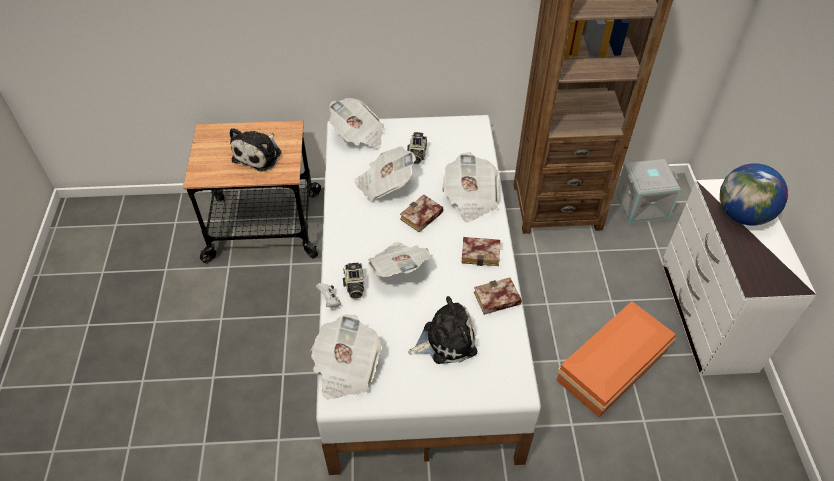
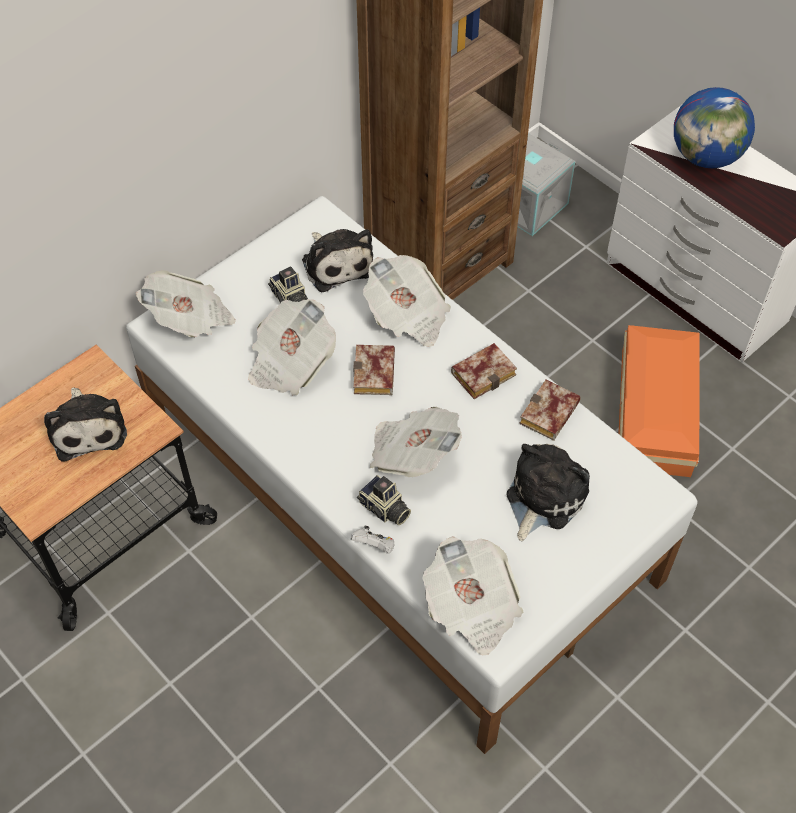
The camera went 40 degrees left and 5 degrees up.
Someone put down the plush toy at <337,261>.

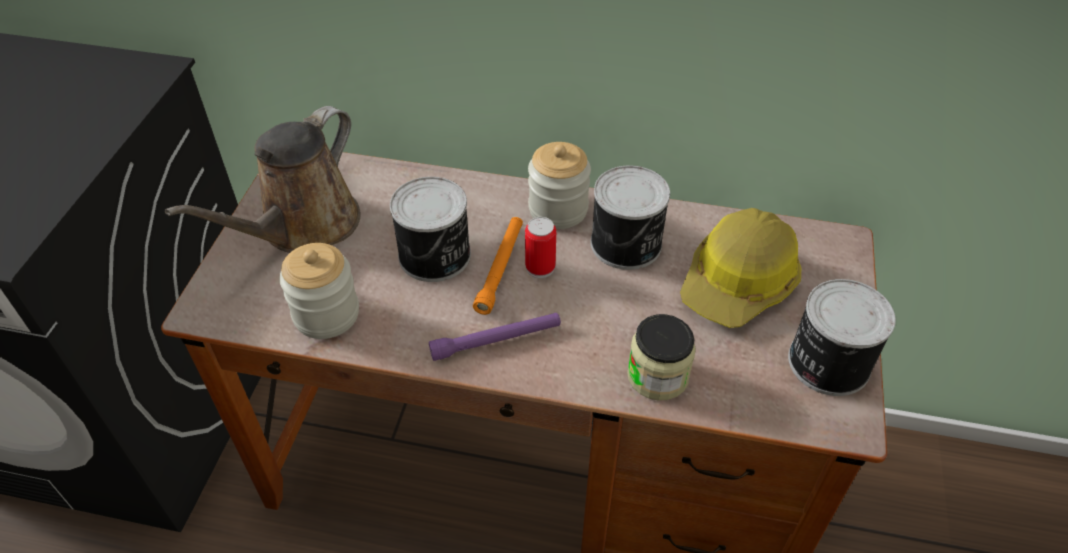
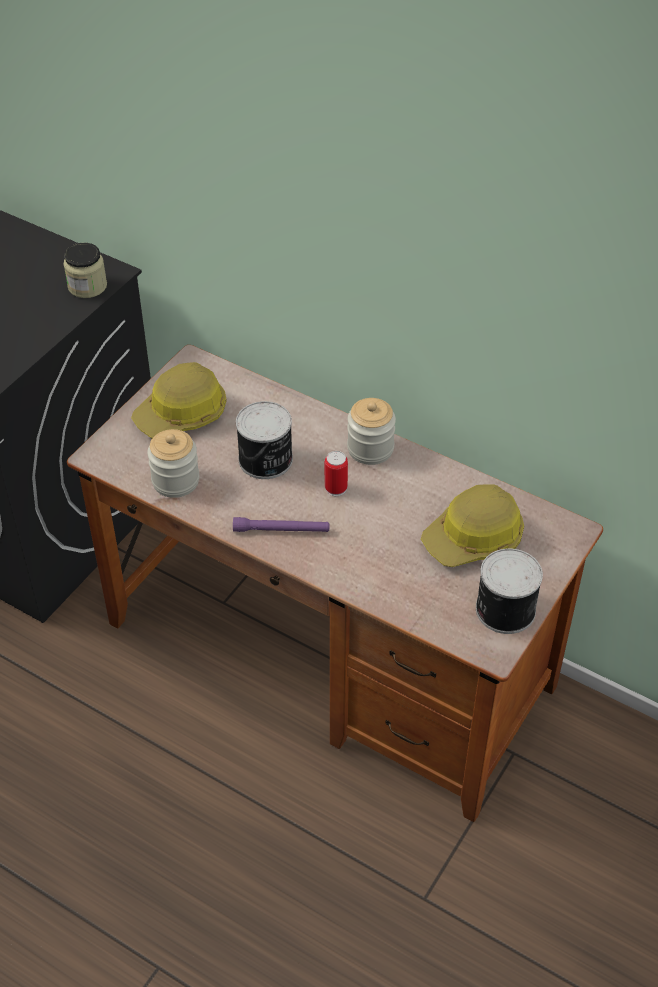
The camera went 20 degrees right and 0 degrees up.
Someone swapped the brown watering can at <263,179> for the hard hat at <179,400>.
Someone took away the can at <630,218>.
Someone took away the orange flashlight at <498,266>.
Someone carried the jar from <661,357> to <85,270>.

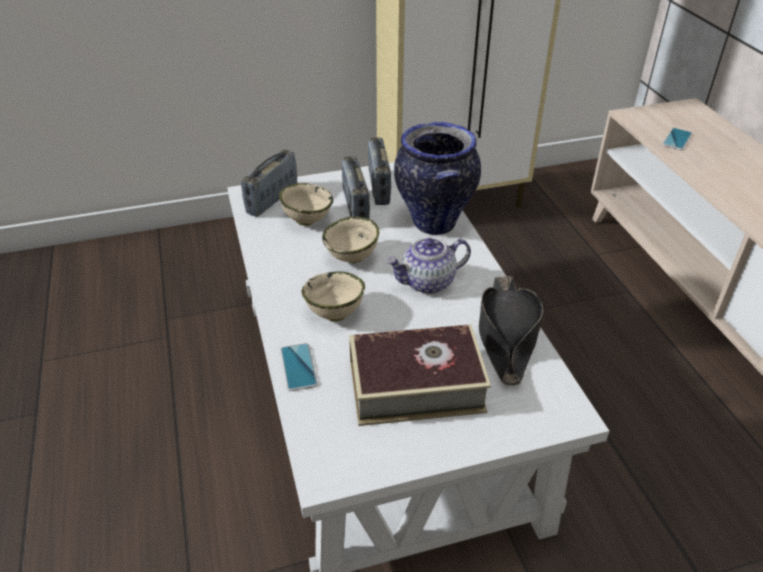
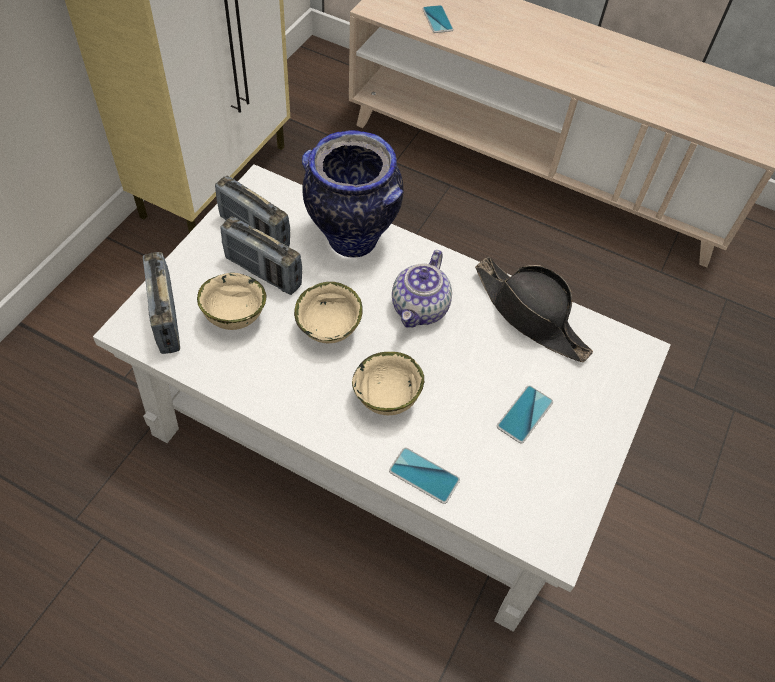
The camera went 50 degrees left and 15 degrees up.
Someone swapped the book at <420,375> for the phone at <525,414>.

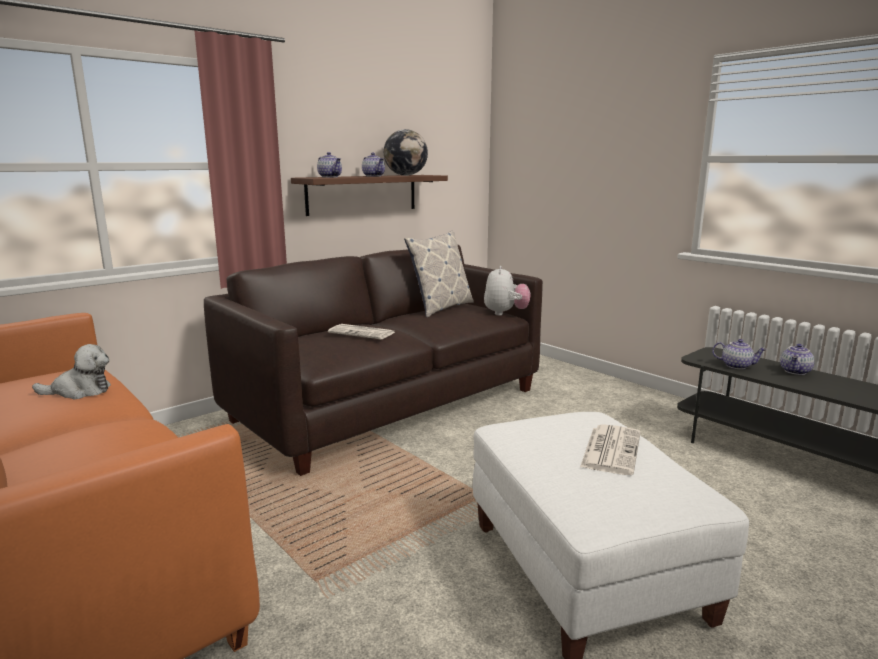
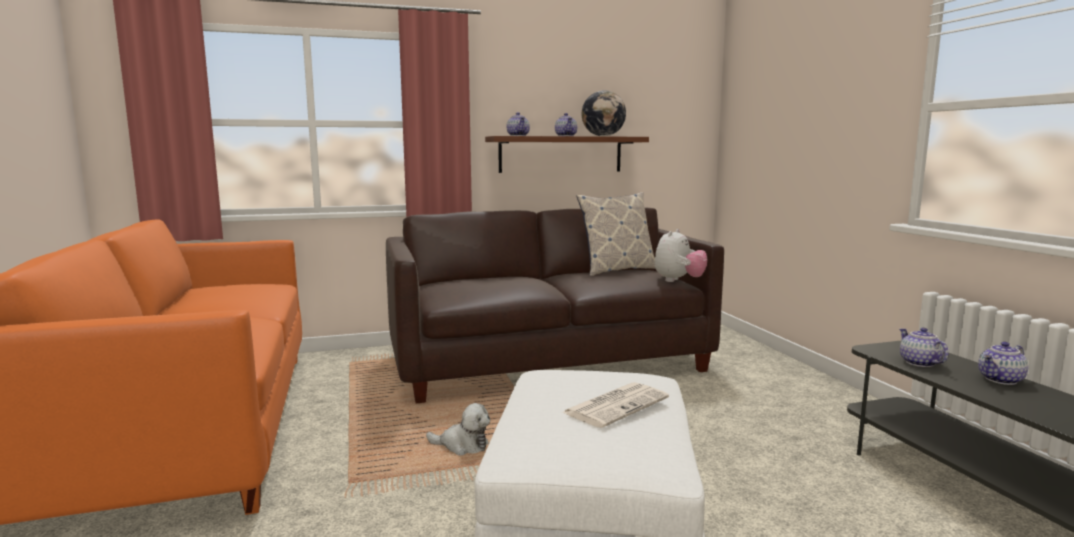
The camera went 25 degrees right and 5 degrees down.
Someone took away the newspaper at <361,331>.
Someone rotated the teapot at <739,354> by 150 degrees counterclockwise.
Someone carried the plush toy from <71,372> to <458,429>.

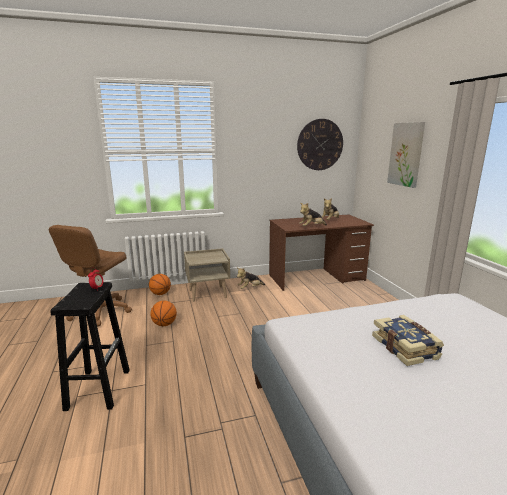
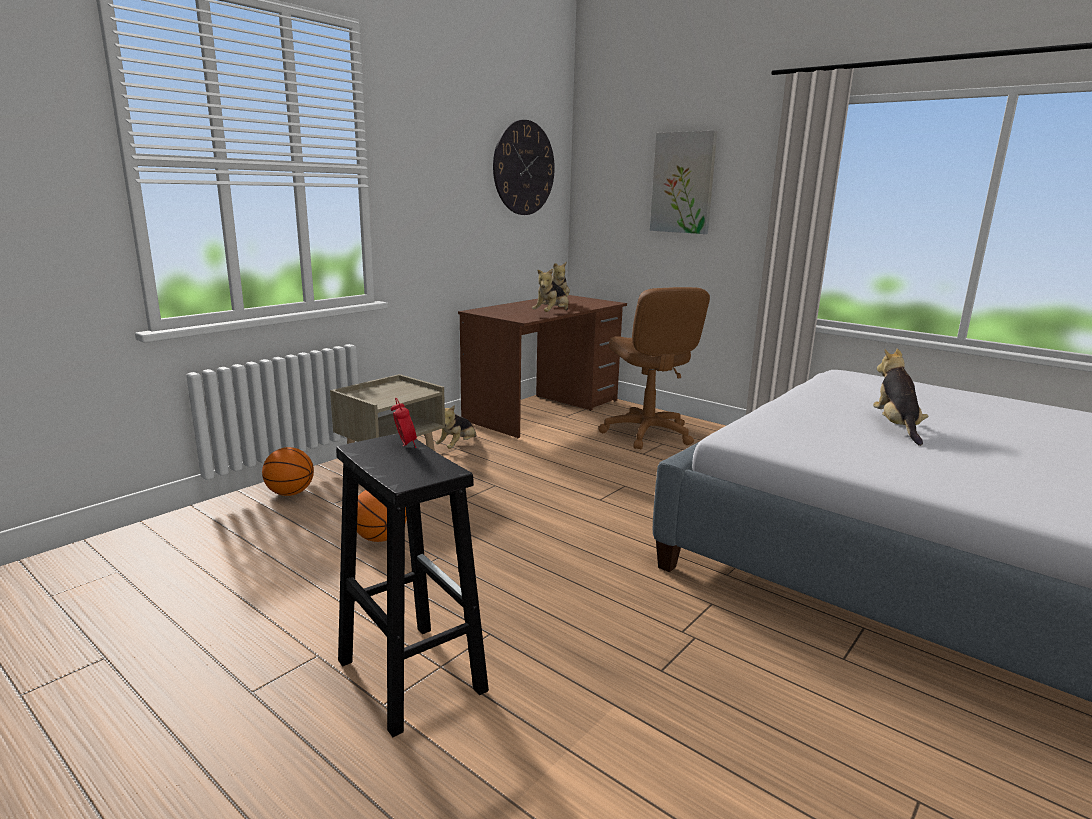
The camera went 35 degrees left and 0 degrees up.
Someone carried the brown office chair from <90,275> to <654,368>.
Someone swapped the book at <408,340> for the plush toy at <900,397>.

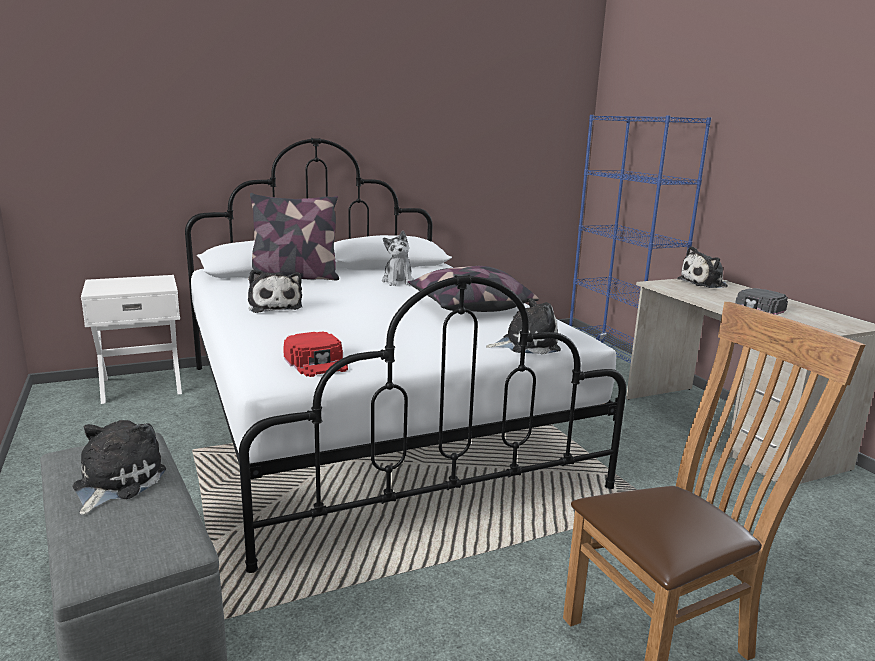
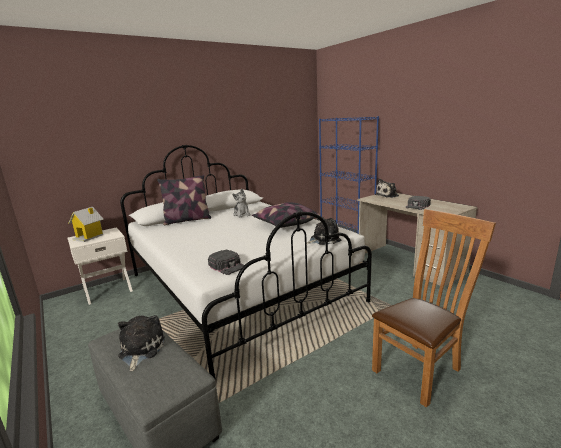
The camera went 10 degrees left and 0 degrees up.
Someone took away the plush toy at <275,291>.
Someone repainted the red cap at <315,354>, which became the black cap at <226,262>.
Someone put down the toy house at <86,224>.

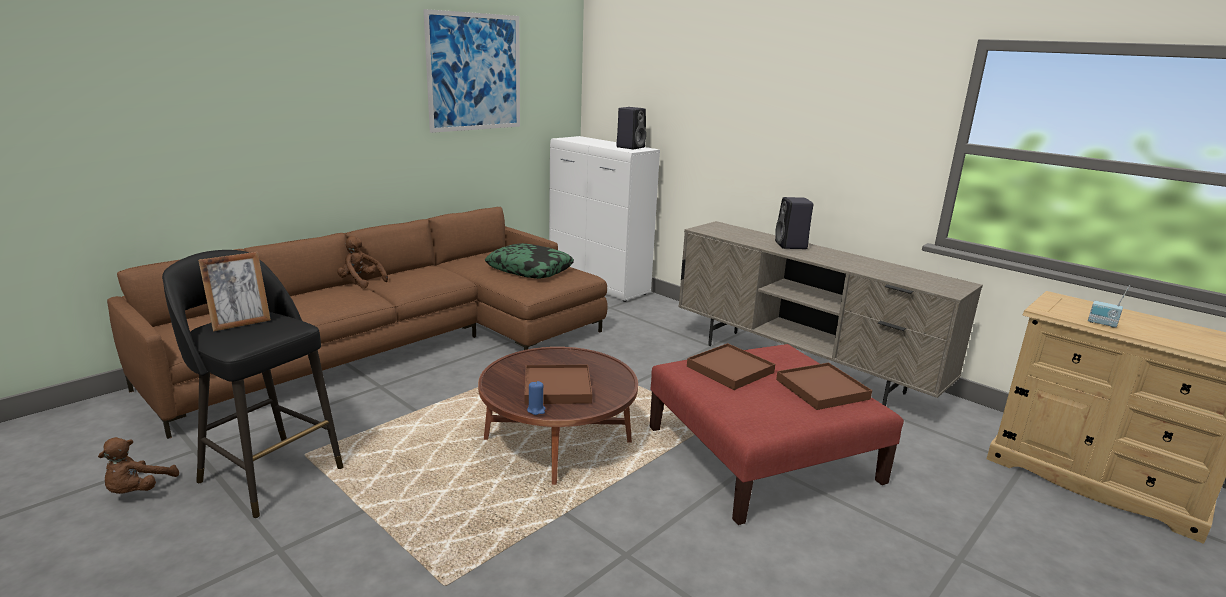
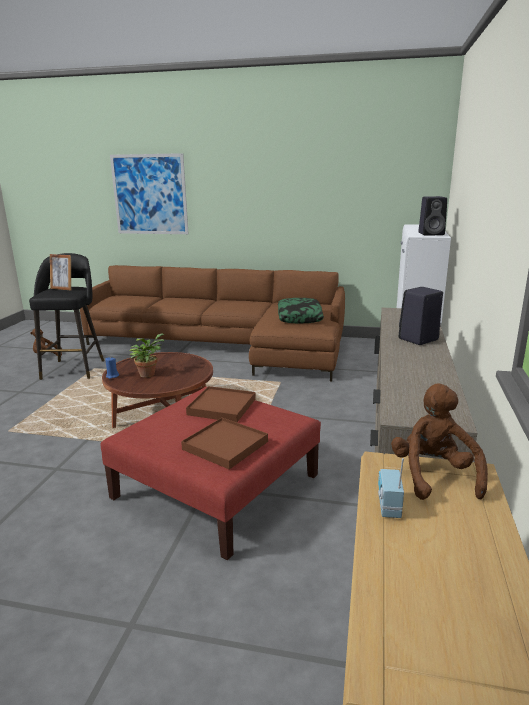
The camera went 60 degrees right and 0 degrees up.
Someone carried the picture from <471,71> to <149,193>.
Someone carried the brown plush toy from <362,262> to <439,441>.
Someone swapped the brown tray at <558,384> for the potted plant at <147,355>.

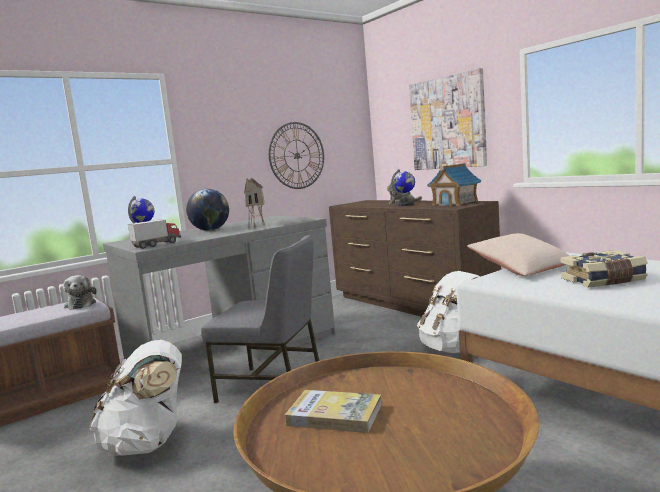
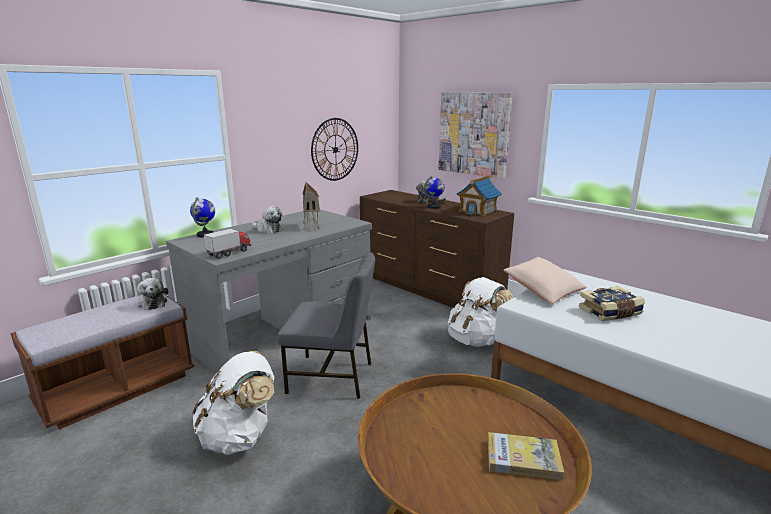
The camera went 10 degrees left and 10 degrees up.
Someone swapped the globe at <207,210> for the plush toy at <267,220>.
Someone carried the book from <333,411> to <526,456>.

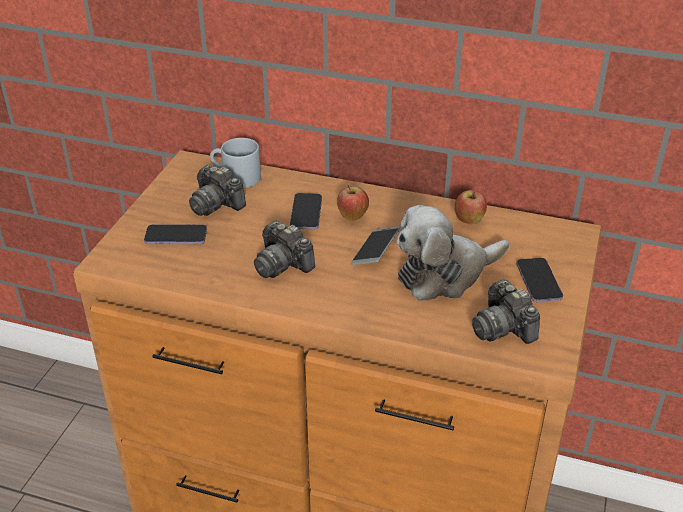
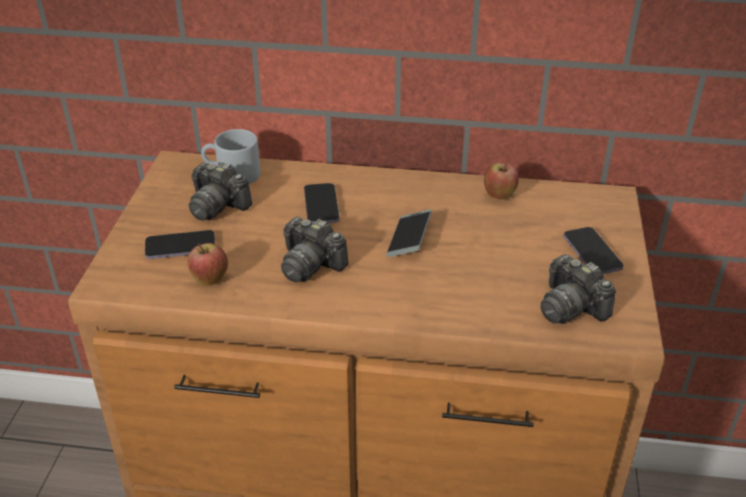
The camera went 10 degrees left and 0 degrees up.
Someone carried the apple from <353,203> to <208,264>.
Someone took away the plush toy at <452,253>.

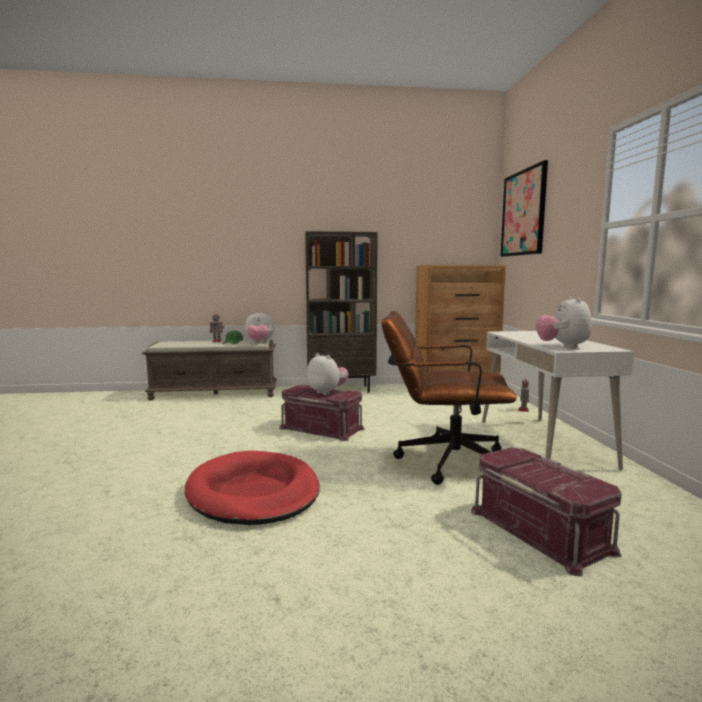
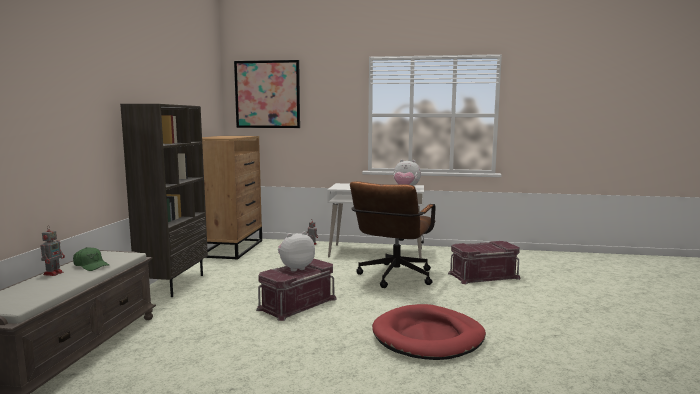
The camera went 75 degrees left and 0 degrees up.
Someone took away the plush toy at <260,327>.

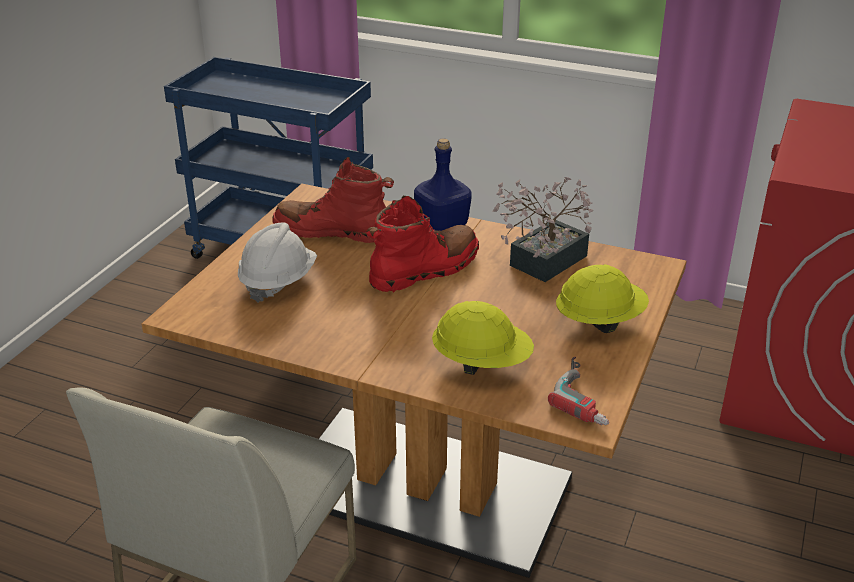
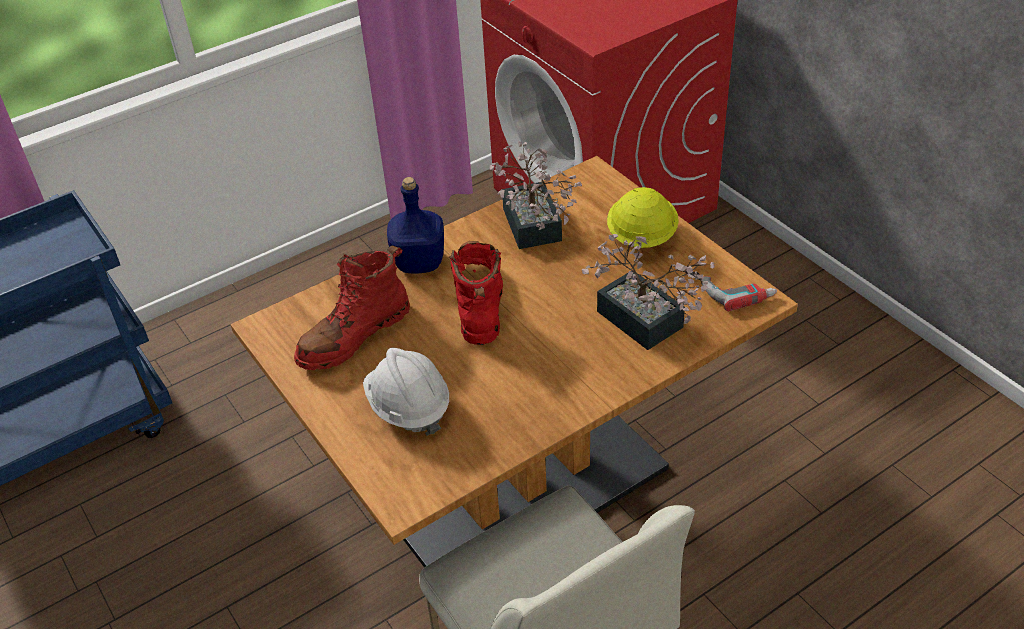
The camera went 55 degrees left and 10 degrees up.
Someone swapped the yellow hard hat at <483,338> for the potted plant at <648,292>.

